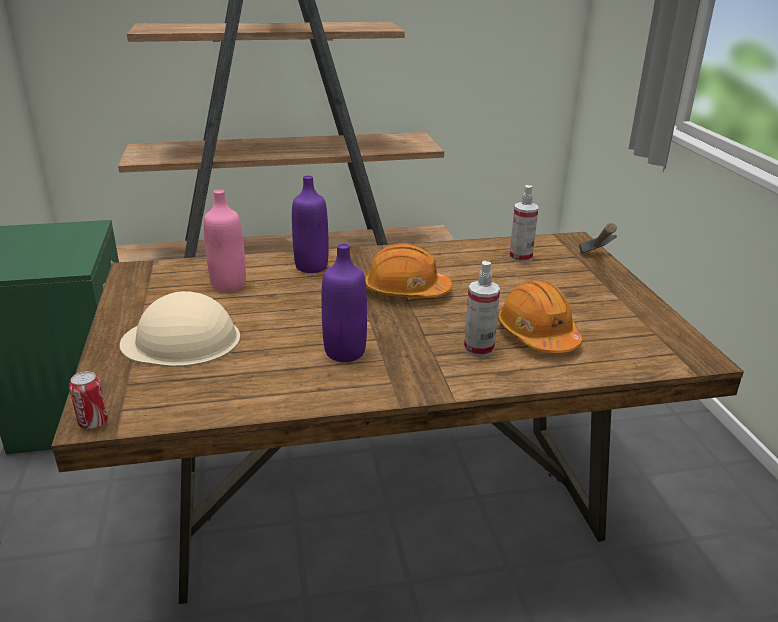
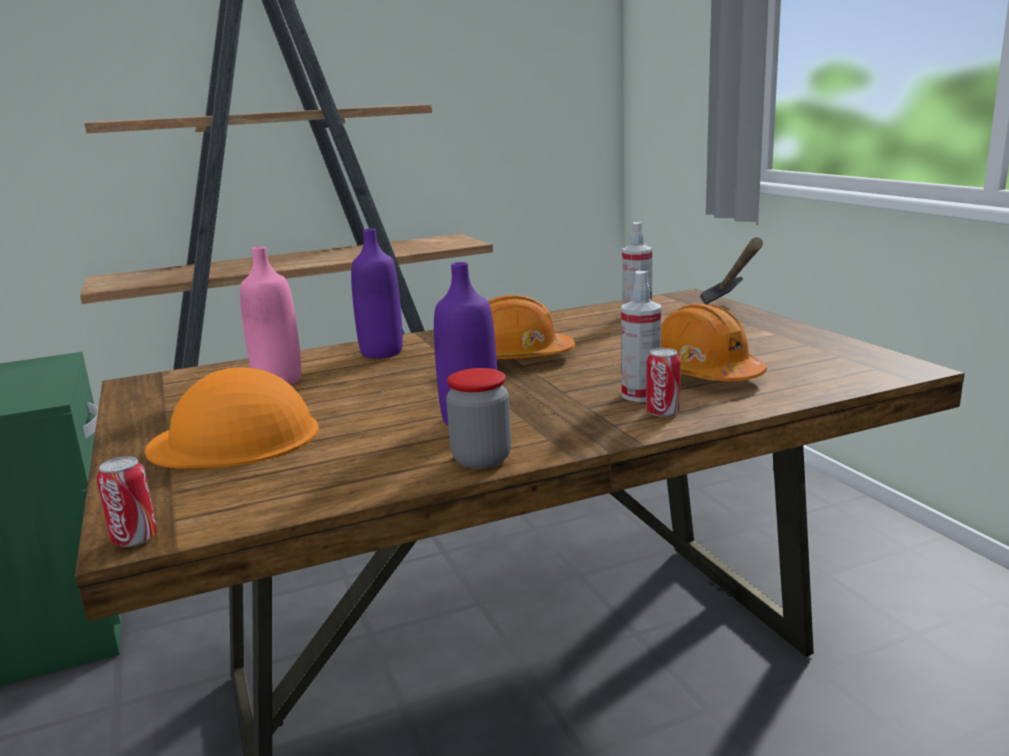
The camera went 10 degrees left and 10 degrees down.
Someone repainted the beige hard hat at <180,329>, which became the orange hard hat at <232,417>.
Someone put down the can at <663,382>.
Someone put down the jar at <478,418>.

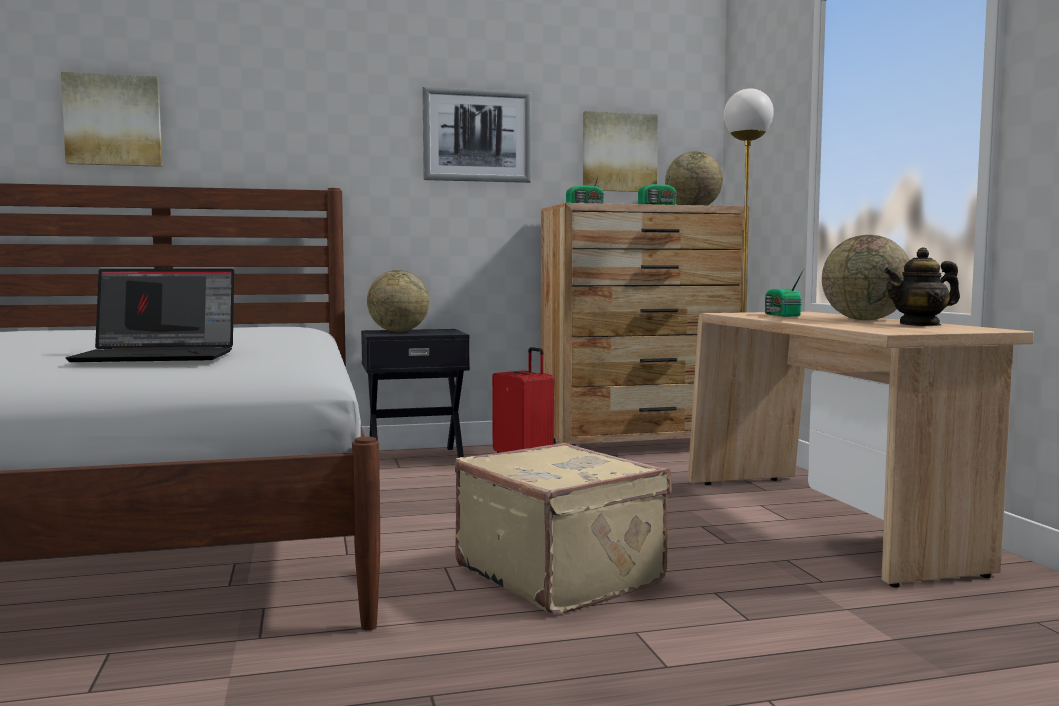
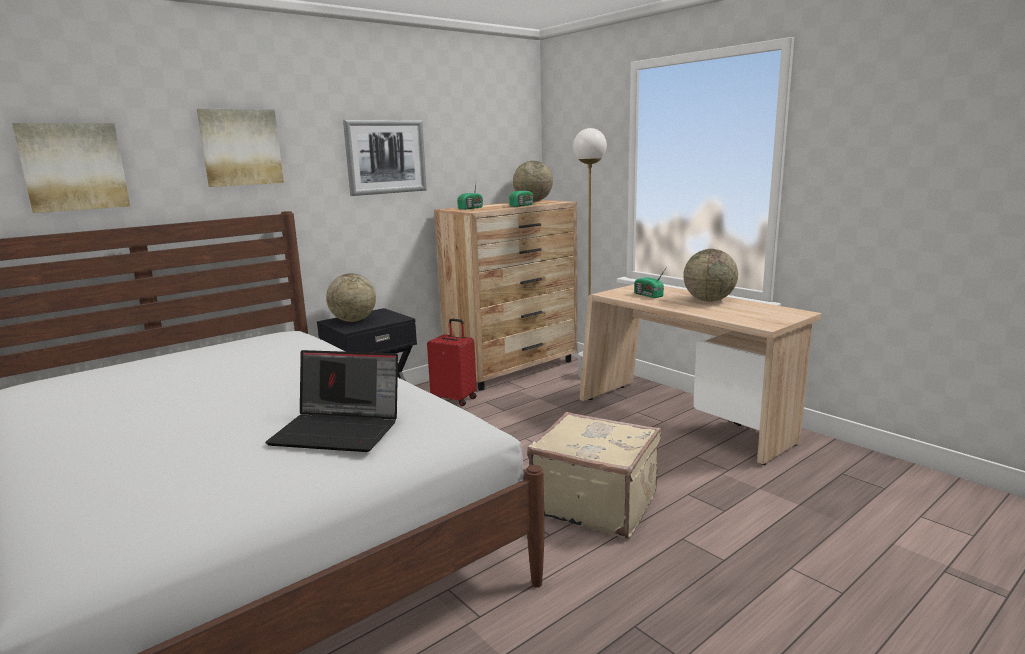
The camera went 25 degrees left and 10 degrees up.
Someone carried the picture from <620,151> to <240,148>.
Someone took away the teapot at <921,286>.
Someone rotated the laptop at <150,315> by 45 degrees clockwise.

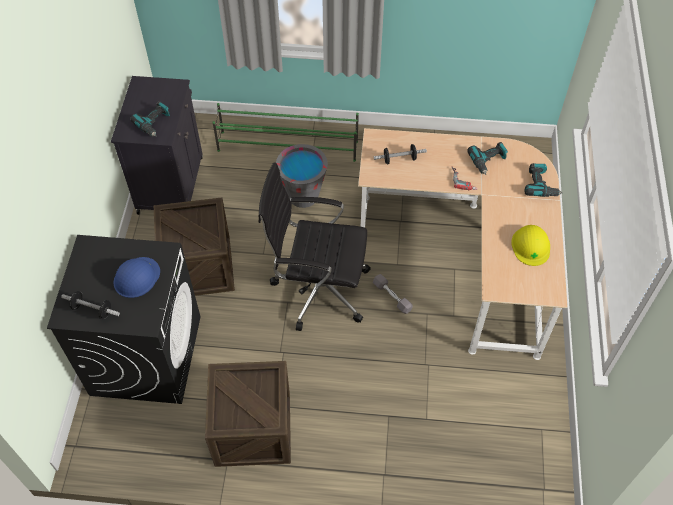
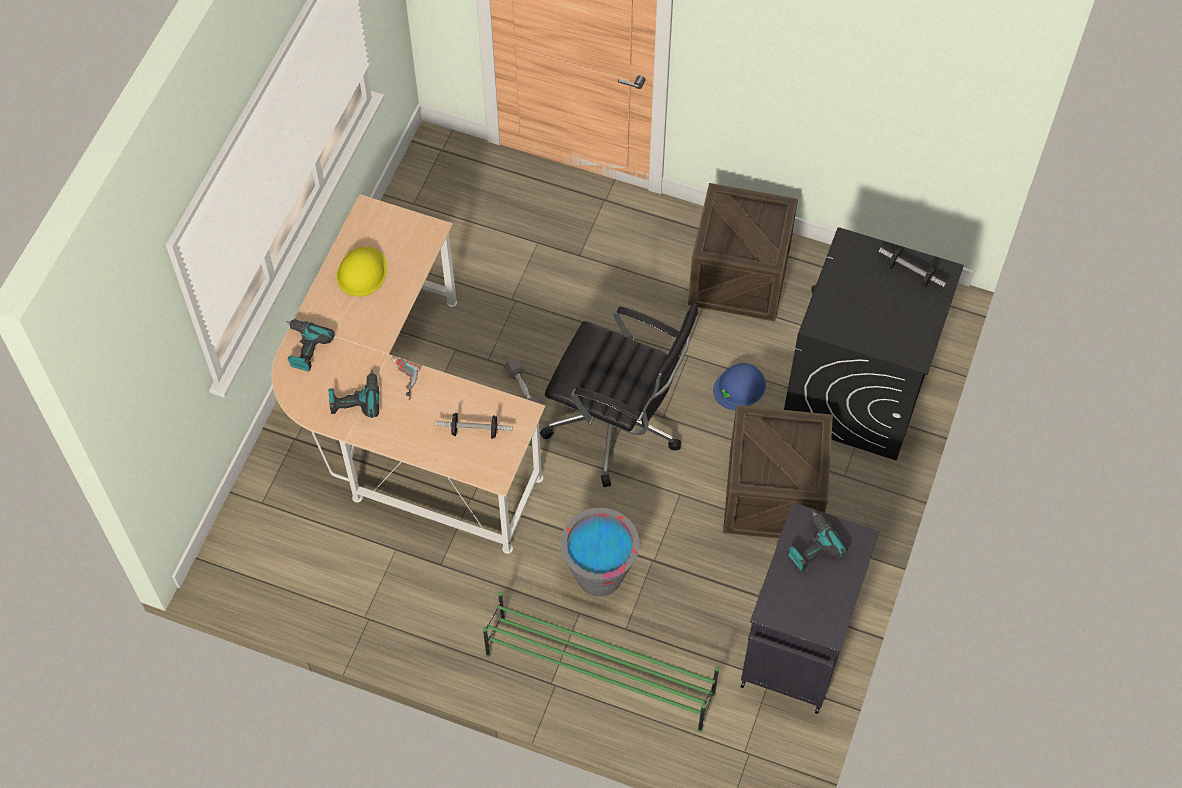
The camera went 165 degrees left and 5 degrees up.
Someone carried the blue hard hat from <137,277> to <739,386>.

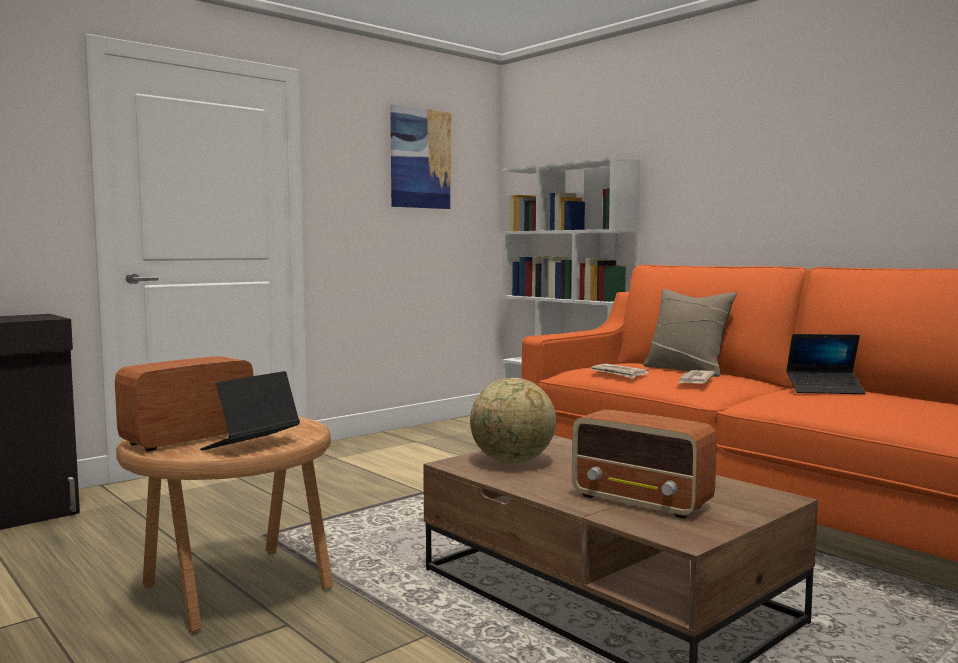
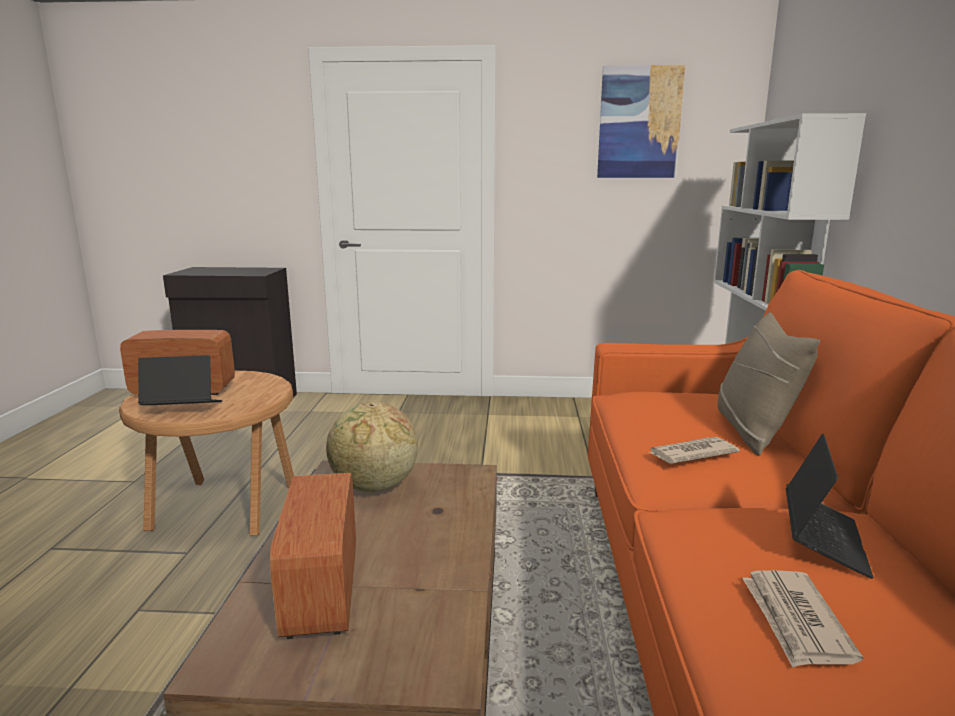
The camera went 45 degrees right and 10 degrees up.
Someone rotated the laptop at <826,364> by 120 degrees counterclockwise.
Someone carried the newspaper from <619,371> to <802,618>.

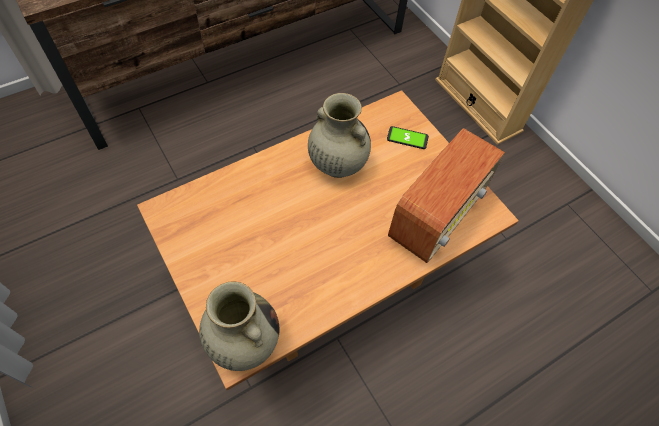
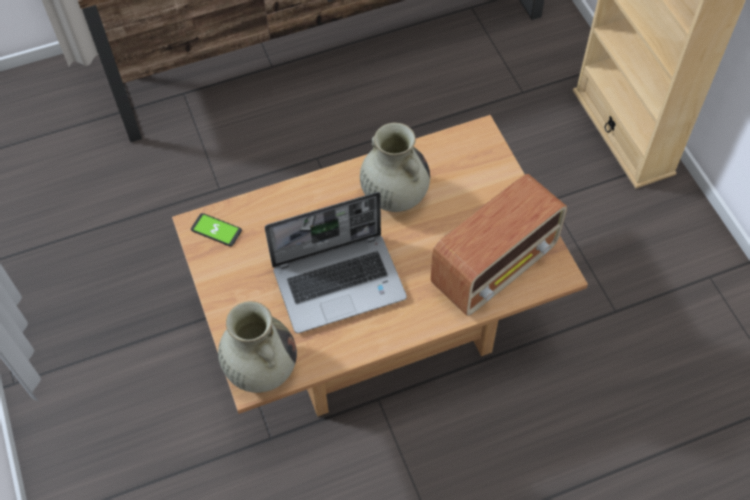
The camera went 15 degrees right and 0 degrees up.
Someone carried the phone from <408,137> to <216,229>.
Someone put down the laptop at <336,262>.

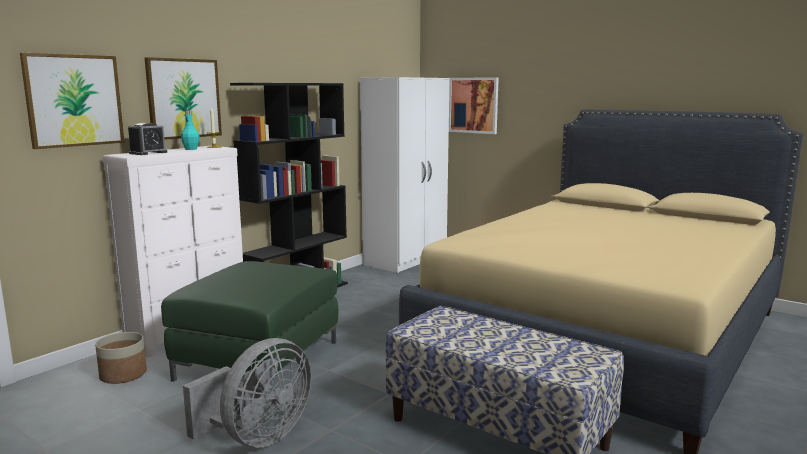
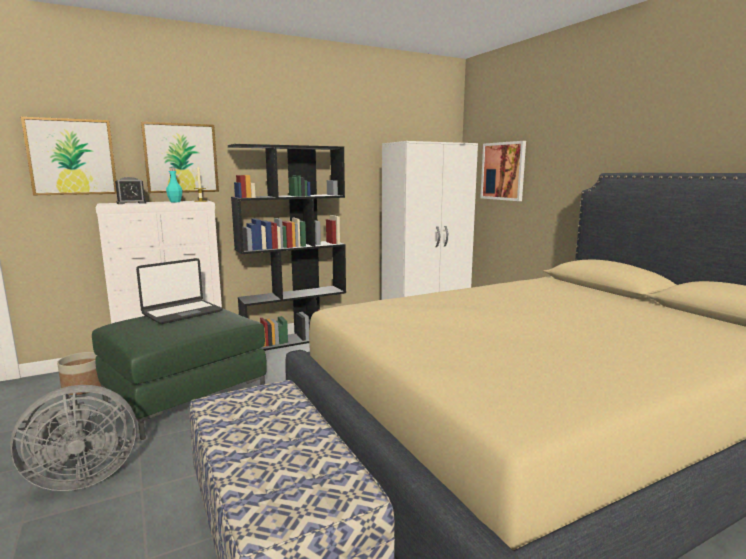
The camera went 25 degrees right and 0 degrees up.
Someone put down the laptop at <179,291>.

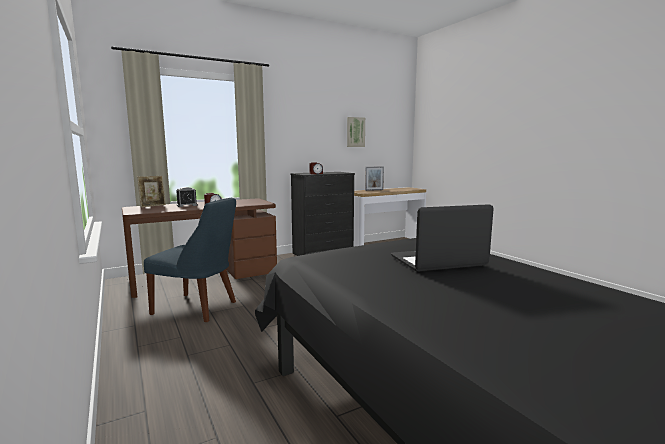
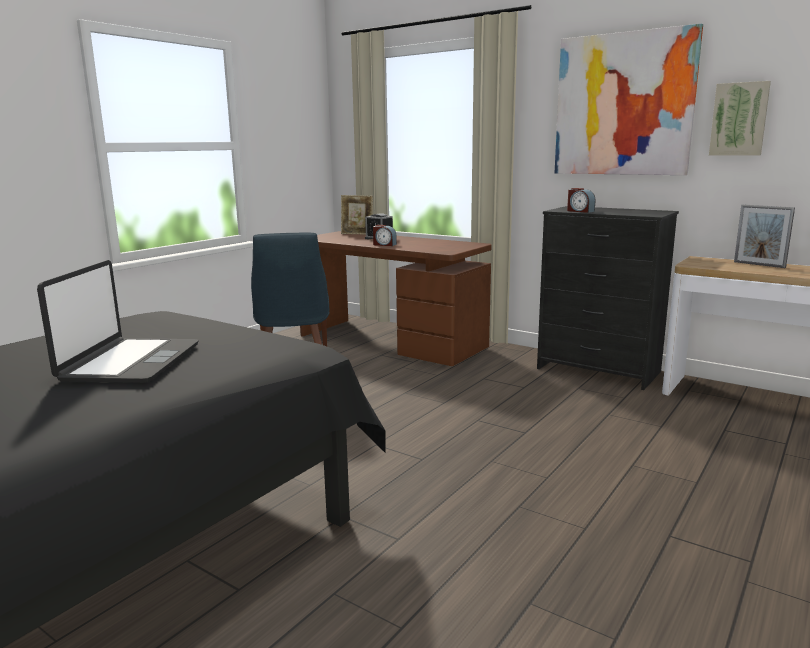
The camera went 65 degrees right and 5 degrees up.
Someone rotated the laptop at <442,238> by 45 degrees clockwise.
Someone put up the picture at <629,99>.

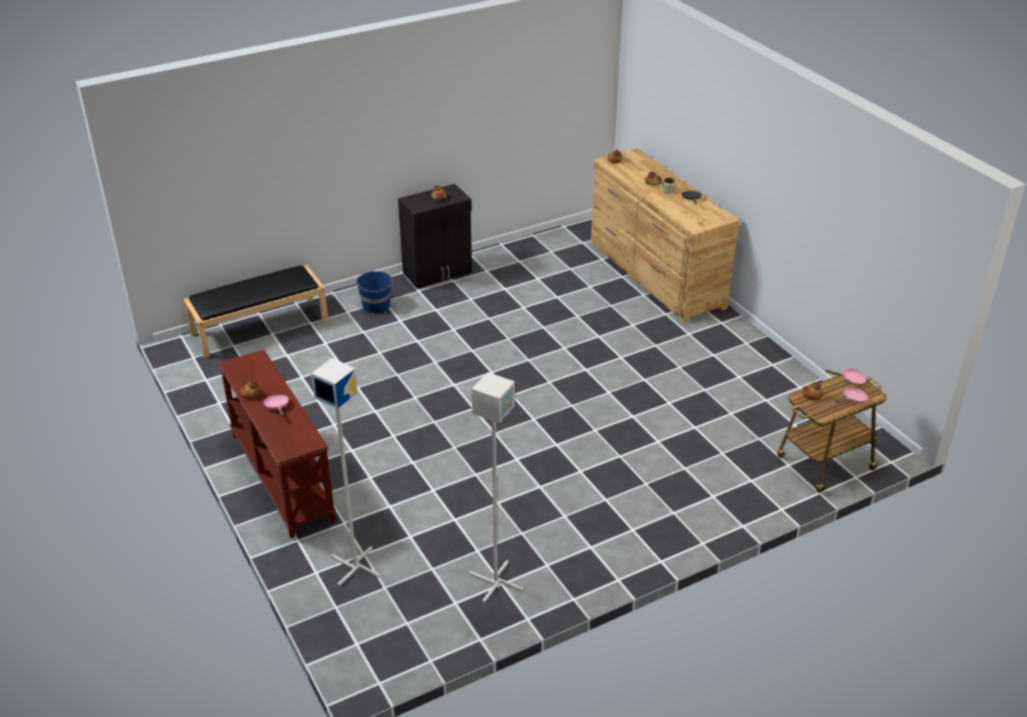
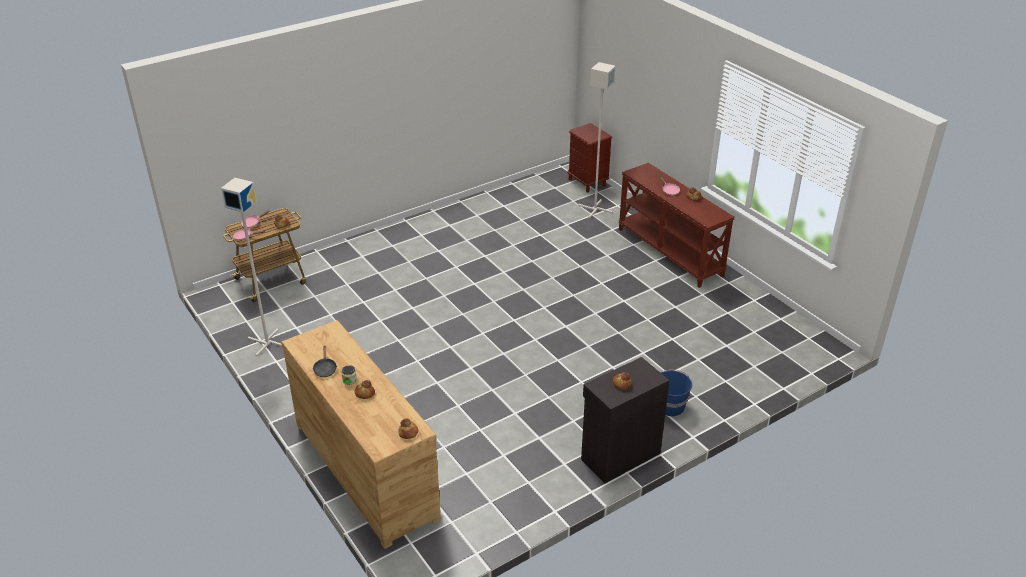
The camera went 175 degrees right and 0 degrees up.
Someone took away the black bench at <255,311>.
Someone carried the grey floor lamp from <496,487> to <251,267>.
Someone put down the brown nightstand at <590,157>.

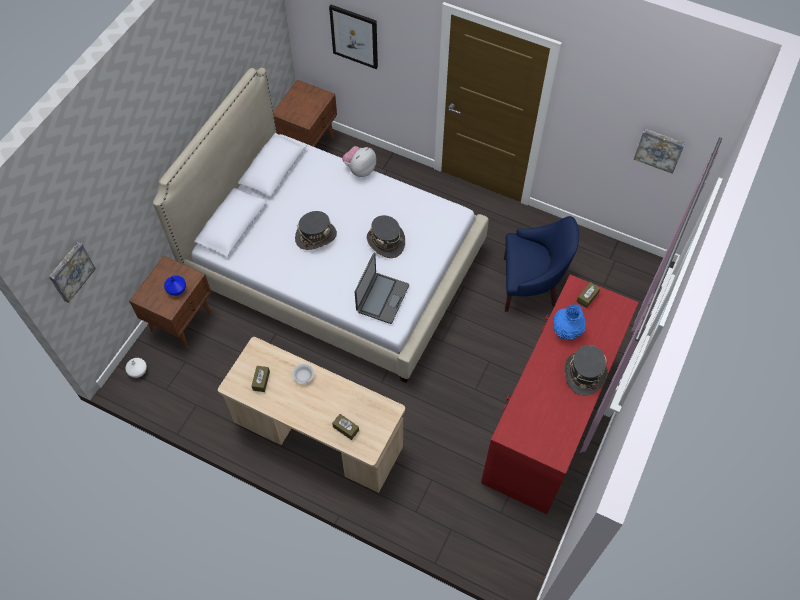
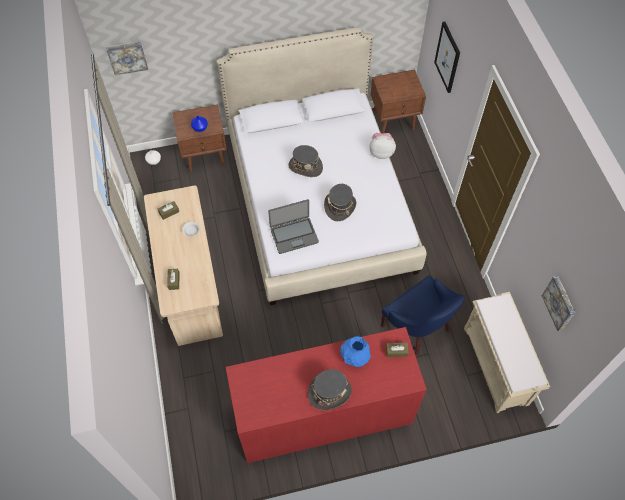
The camera went 50 degrees right and 0 degrees up.
Someone put down the beige bench at <507,352>.

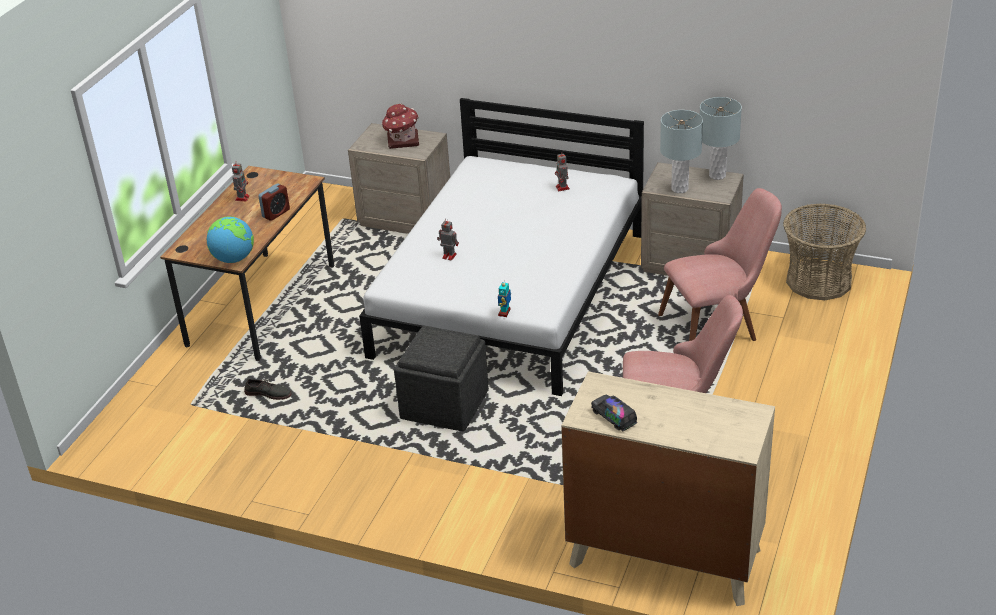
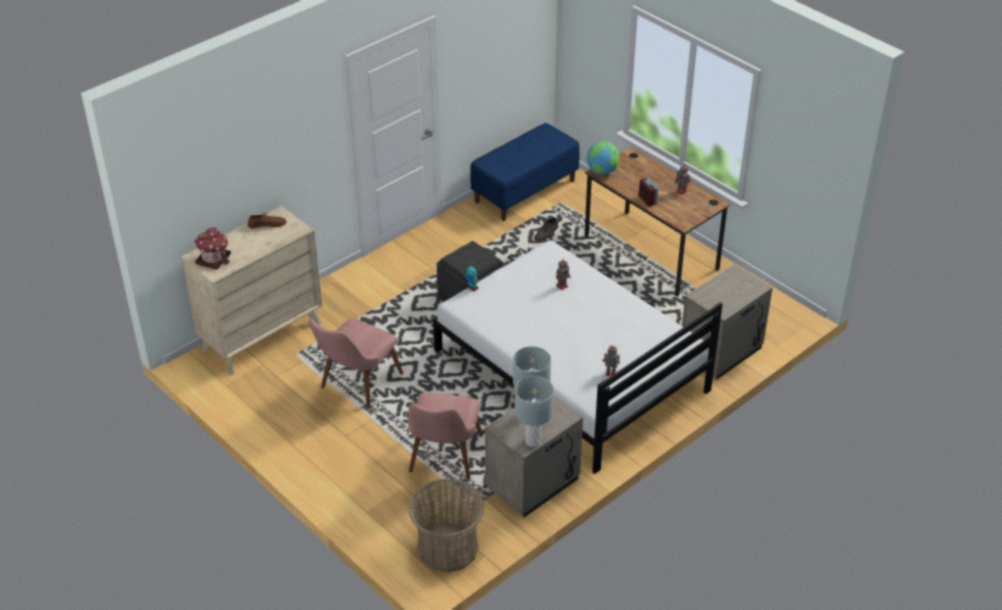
The camera went 115 degrees right and 5 degrees up.
Someone carried the toy house from <400,126> to <213,248>.
Someone swapped the toy truck at <614,413> for the brown shoe at <267,220>.
Someone put down the blue bench at <525,172>.

